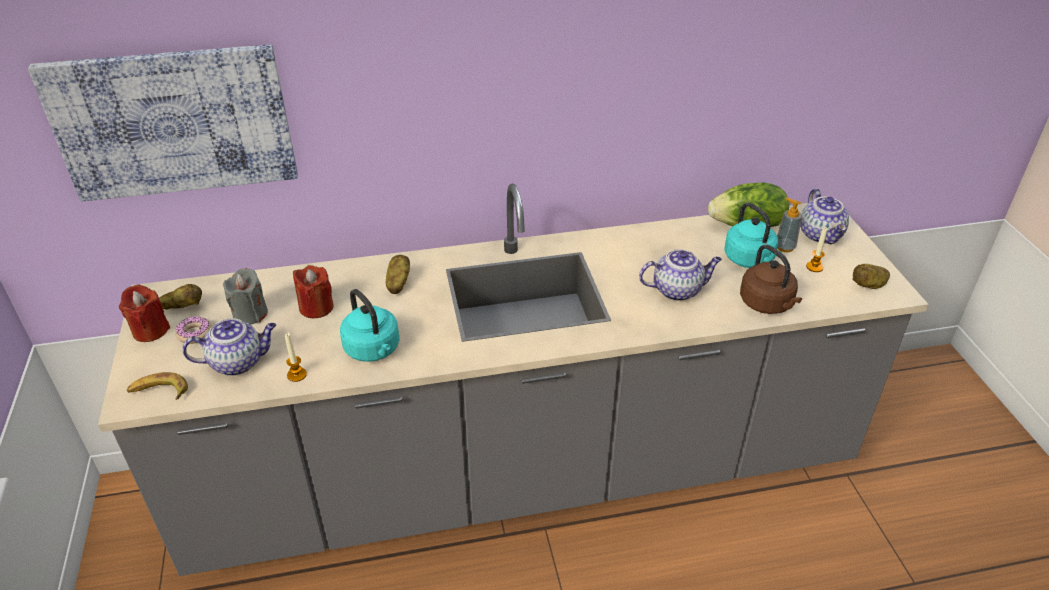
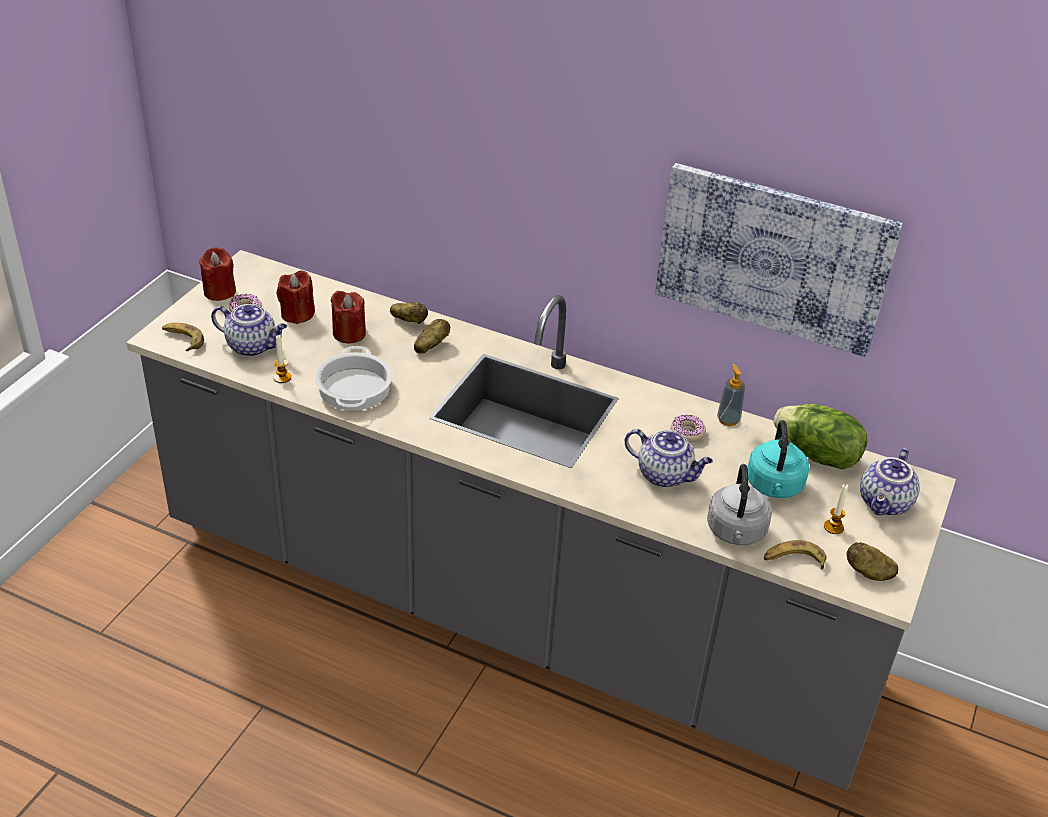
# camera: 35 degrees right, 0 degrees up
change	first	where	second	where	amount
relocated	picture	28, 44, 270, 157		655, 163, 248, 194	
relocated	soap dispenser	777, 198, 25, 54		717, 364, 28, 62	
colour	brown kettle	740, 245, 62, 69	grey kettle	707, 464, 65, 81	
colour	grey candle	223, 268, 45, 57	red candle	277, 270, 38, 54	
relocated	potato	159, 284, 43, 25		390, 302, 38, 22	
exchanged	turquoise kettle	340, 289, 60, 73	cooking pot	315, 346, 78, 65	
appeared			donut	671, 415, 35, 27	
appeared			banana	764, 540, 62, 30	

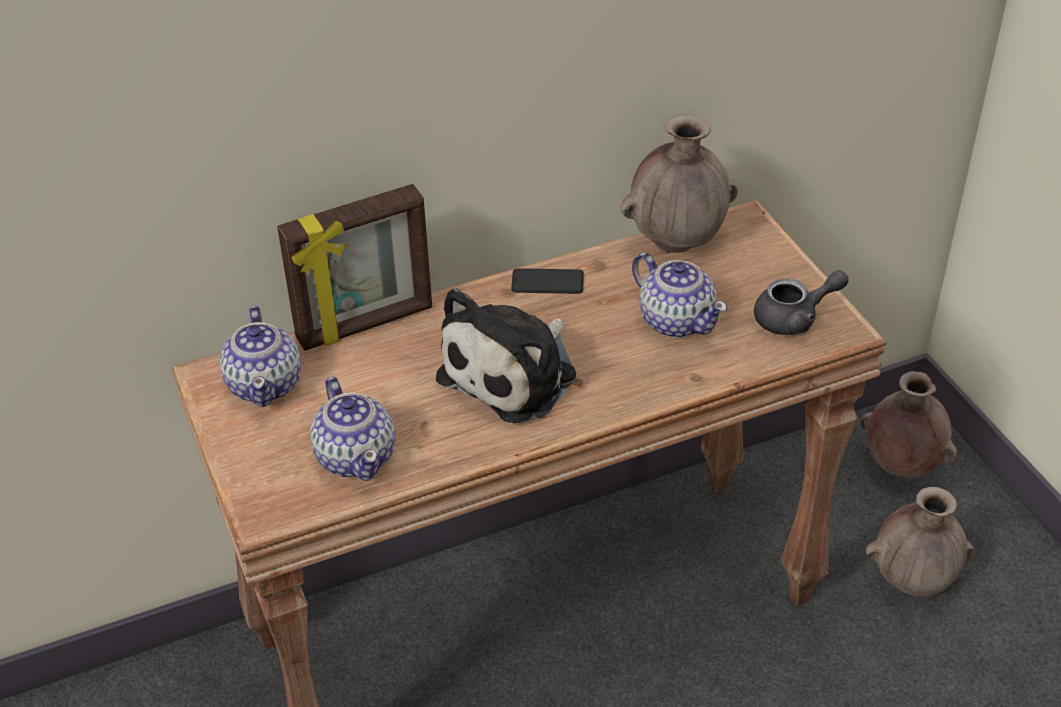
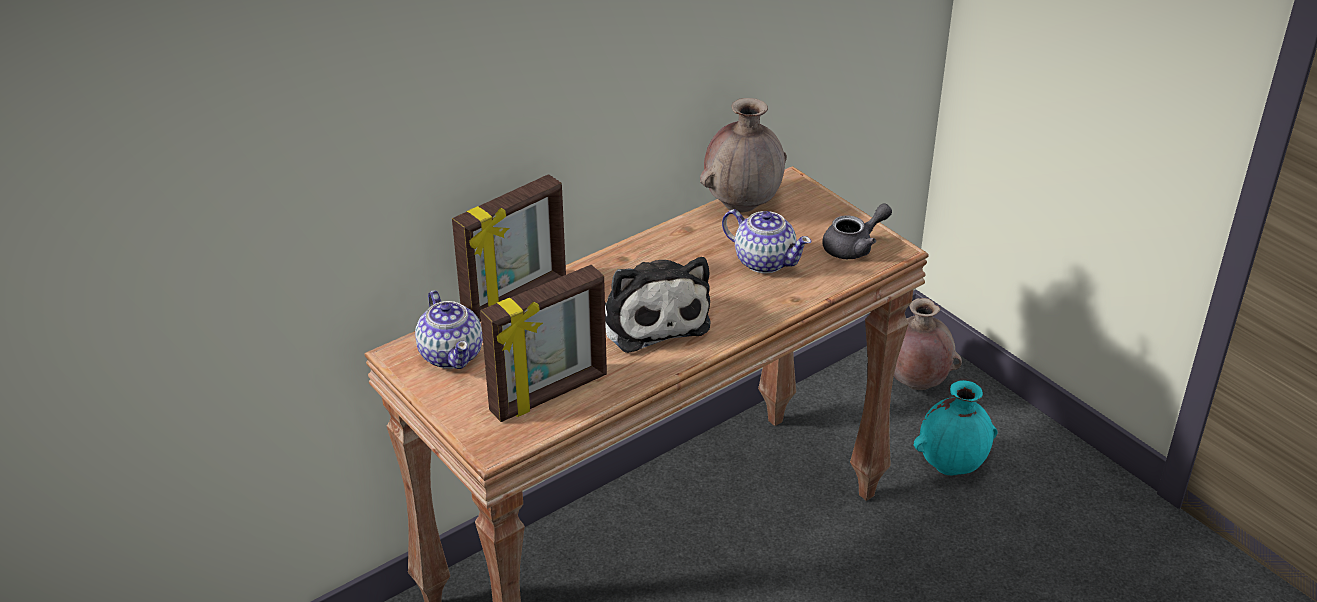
# camera: 15 degrees left, 5 degrees down
change	first	where	second	where	amount
missing	phone	511, 268, 73, 26			
spun	plush toy	436, 288, 140, 135		605, 257, 106, 96	45 degrees counterclockwise
exchanged	teapot	310, 377, 85, 104	picture frame	480, 265, 127, 157	
colour	brown vase	866, 487, 109, 110	turquoise vase	914, 380, 84, 95	

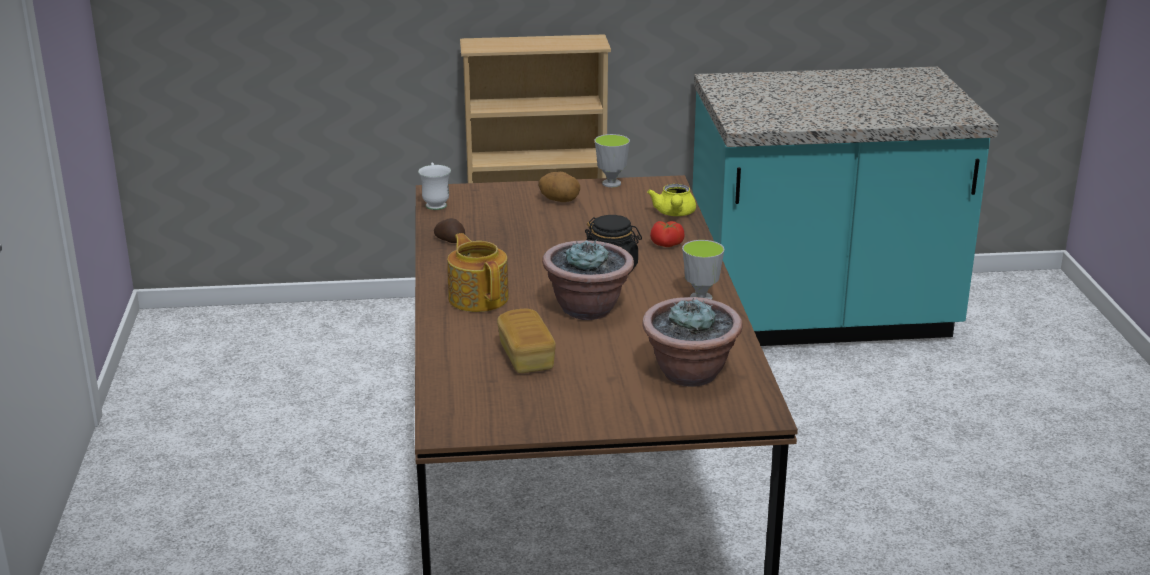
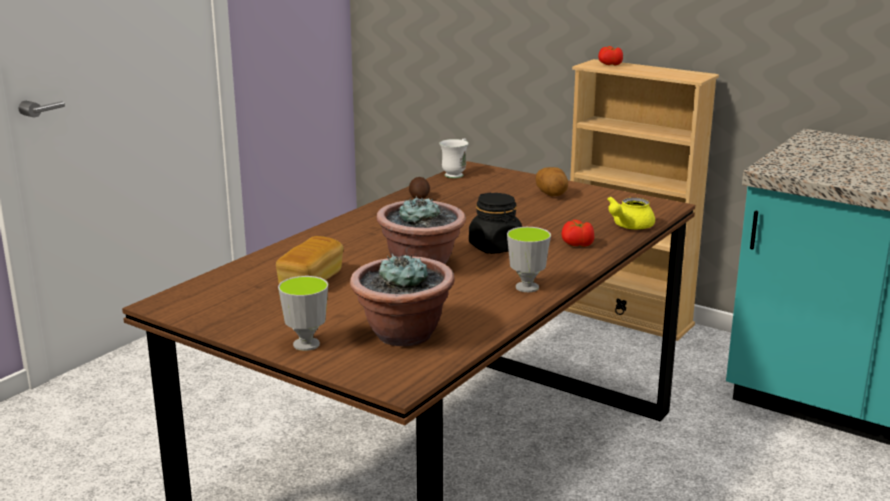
# camera: 40 degrees right, 5 degrees down
change	first	where	second	where	amount
relocated	cup	595, 134, 35, 53		278, 276, 50, 75	
missing	teapot	447, 233, 62, 79			
appeared			tomato	598, 46, 25, 19	

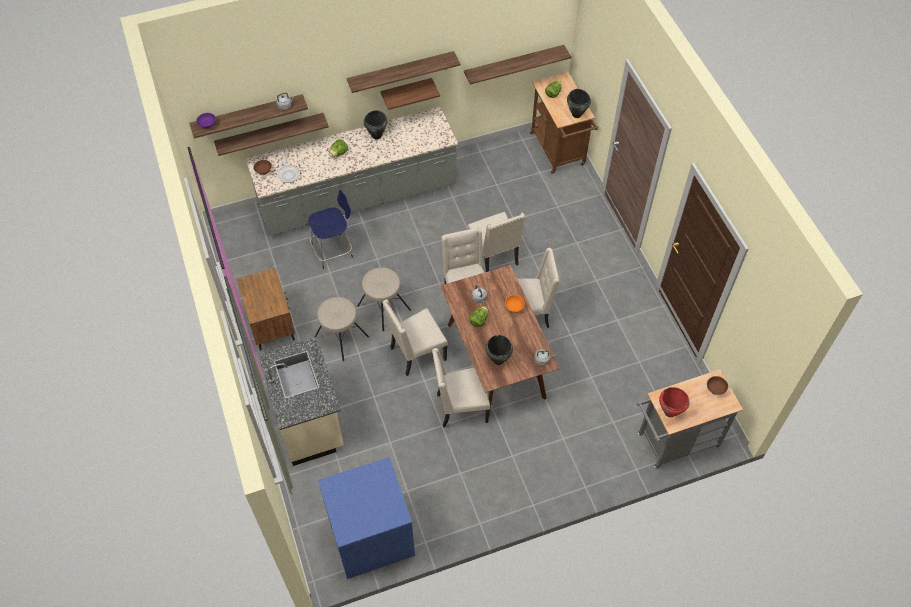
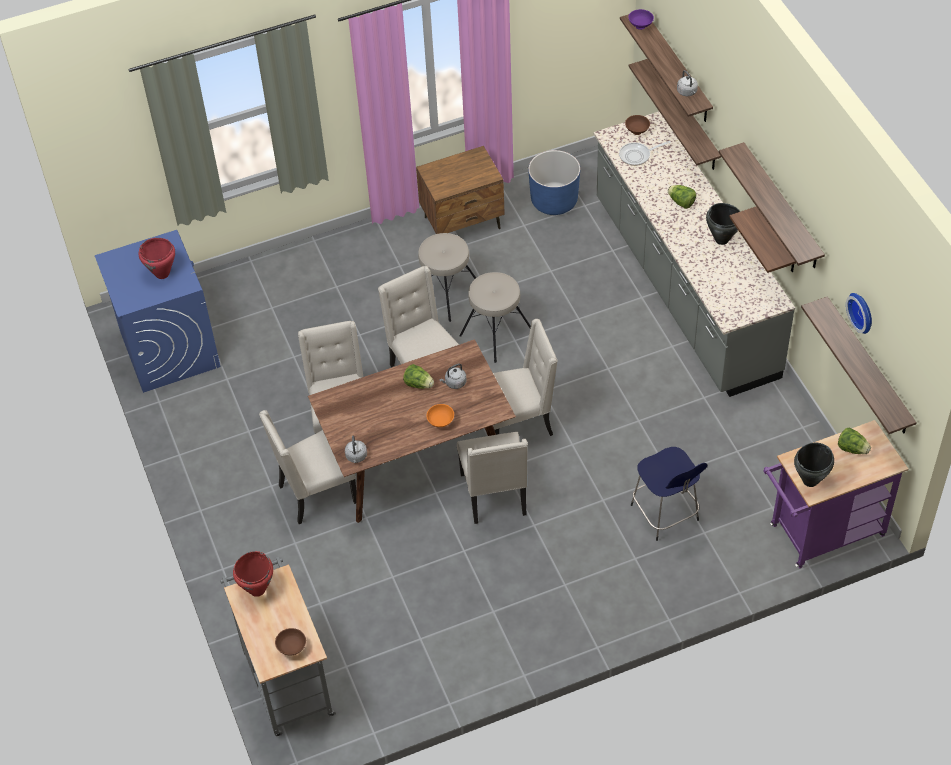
# camera: 90 degrees right, 5 degrees down
change	first	where	second	where	amount
colour	brown cart	530, 72, 68, 102	purple cart	763, 420, 145, 148	
relocated	blue stool	308, 190, 45, 79		631, 447, 76, 94	
relocated	beige chair	467, 212, 58, 60		259, 410, 97, 114	
missing	black cooking pot	486, 335, 27, 30			
missing	beige counter	258, 337, 86, 129			
appeared			blue planter	528, 150, 52, 65	
appeared			red cooking pot	139, 238, 36, 41	
appeared			wall clock	846, 293, 26, 41	

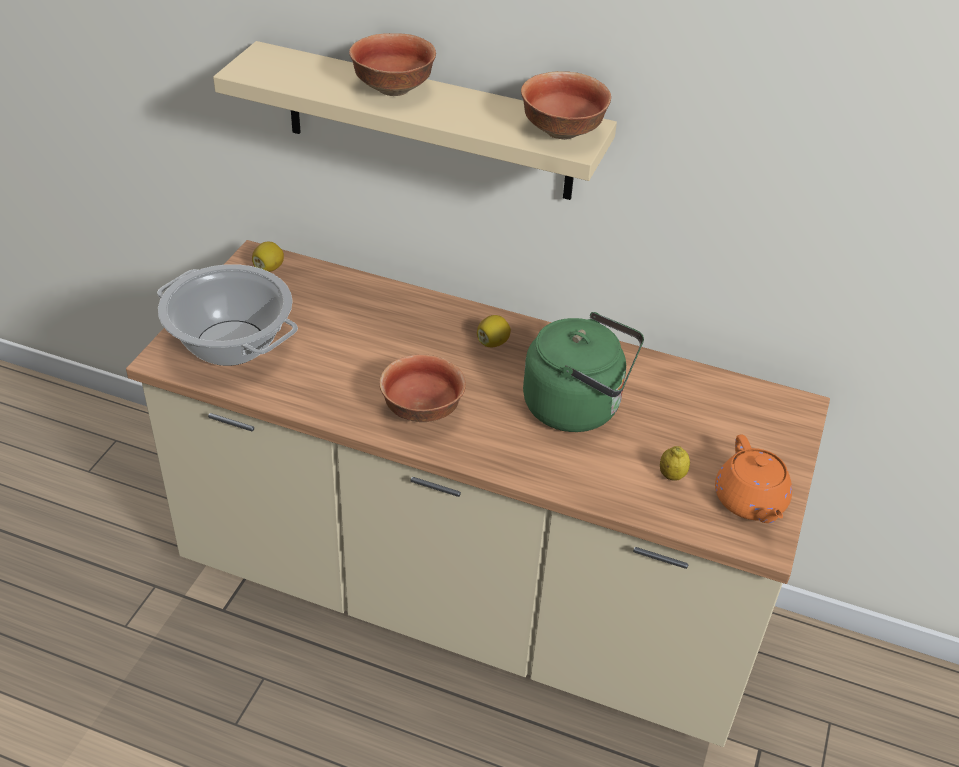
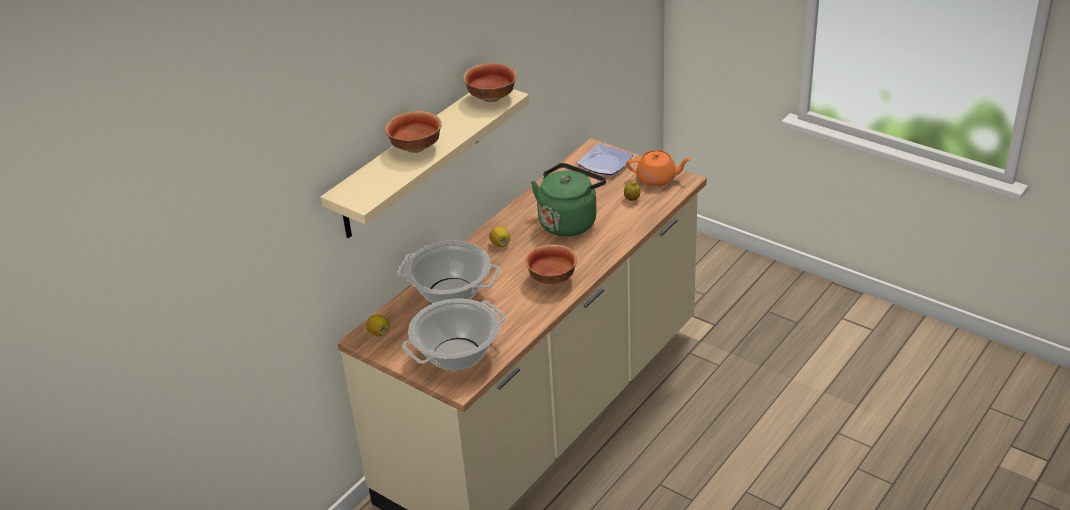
# camera: 70 degrees left, 5 degrees down
change	first	where	second	where	amount
appeared			plate	577, 143, 56, 32	
appeared			cooking pot	397, 241, 103, 62	

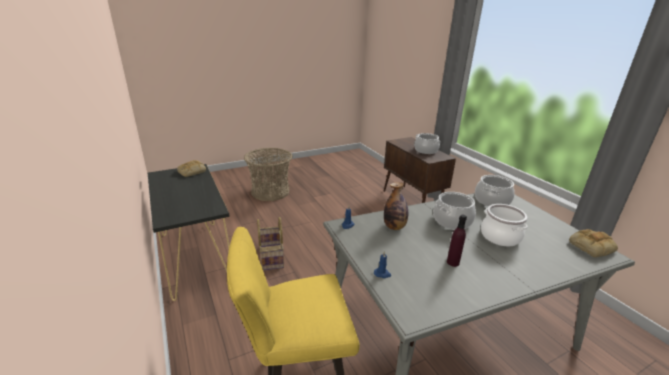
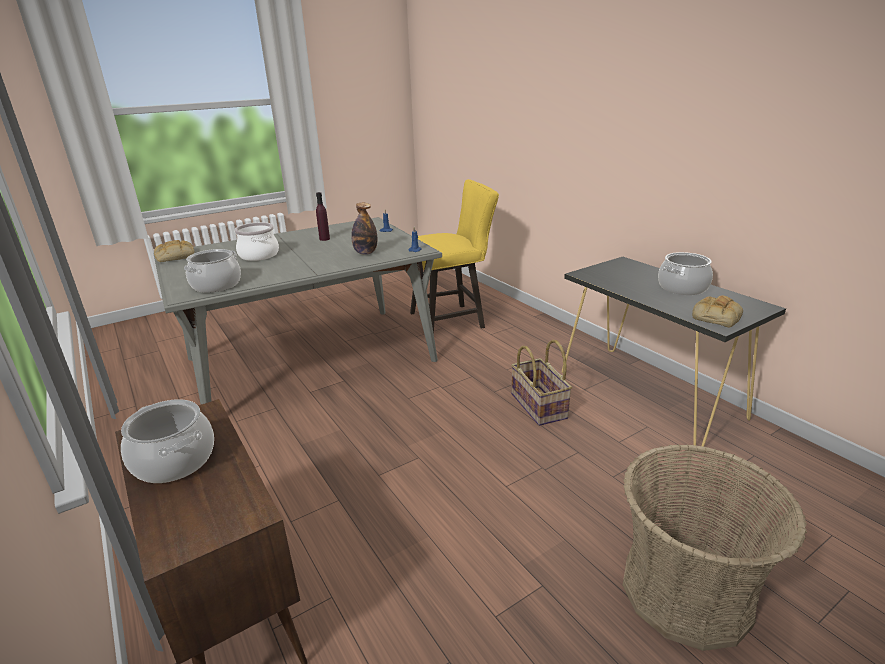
# camera: 175 degrees right, 0 degrees up
change	first	where	second	where	amount
relocated	cooking pot	433, 192, 43, 38		658, 252, 55, 43	

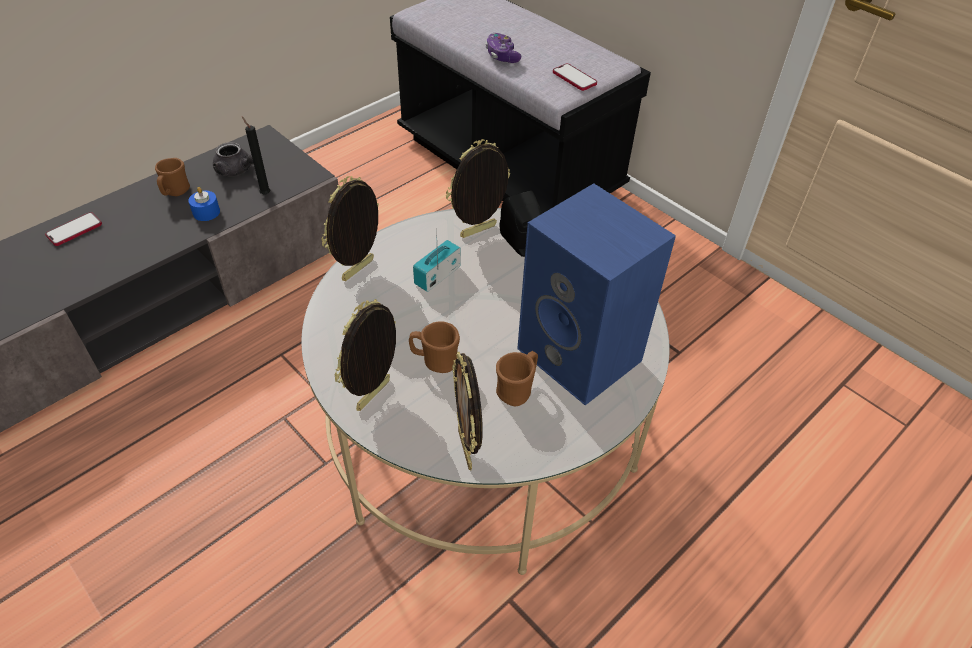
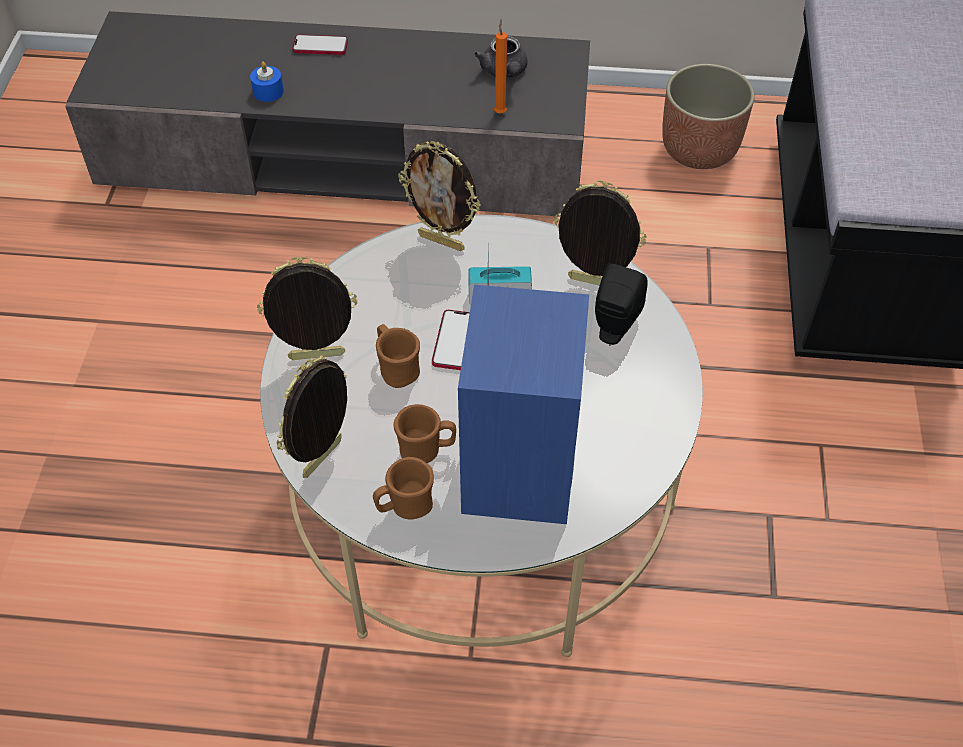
# camera: 50 degrees right, 5 degrees up
change	first	where	second	where	amount
missing	game controller	486, 33, 35, 30			
relocated	phone	553, 64, 44, 27		432, 310, 38, 60	
colour	black candle	242, 116, 28, 79	orange candle	494, 19, 13, 95	
relocated	brown mug	155, 158, 35, 38		373, 457, 61, 62	
spun	picture frame	321, 176, 58, 105		398, 141, 82, 110	150 degrees counterclockwise
relocated	blue candle	188, 187, 32, 34		250, 62, 34, 40	
appeared			planter	662, 64, 93, 105	

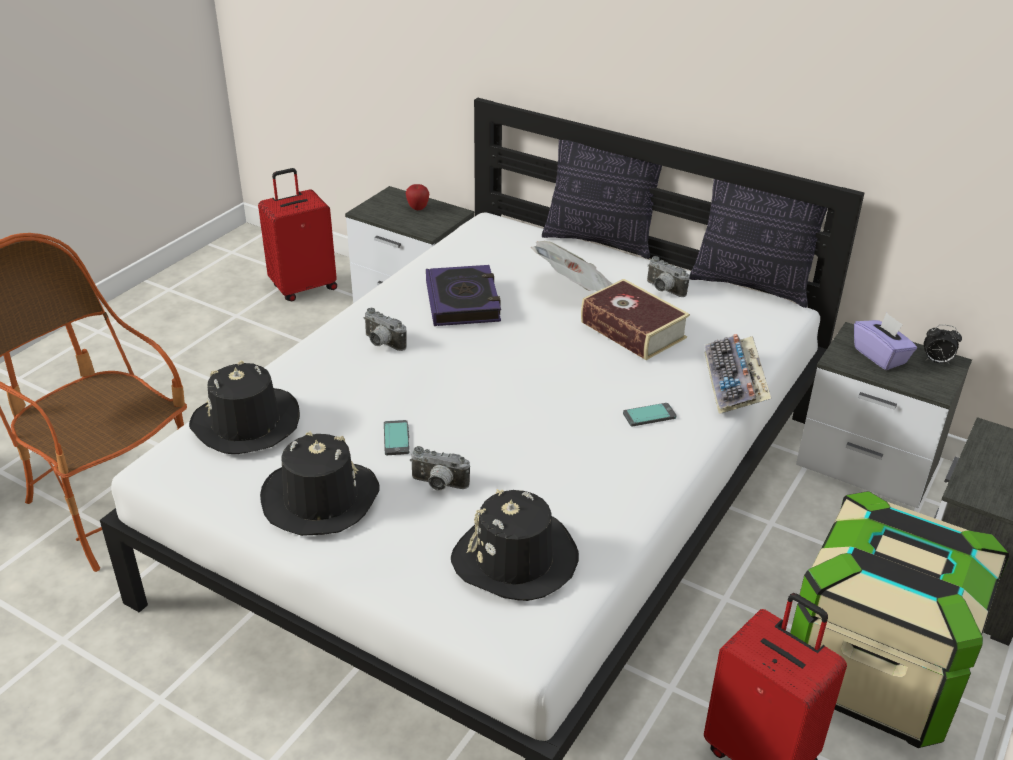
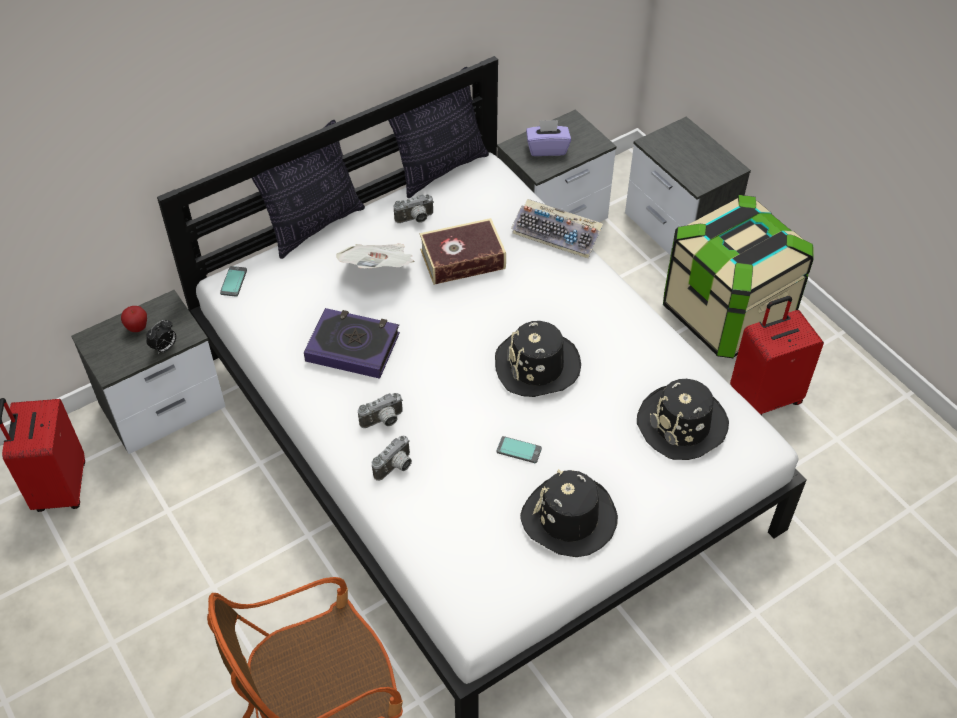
# camera: 65 degrees left, 15 degrees up
change	first	where	second	where	amount
relocated	alarm clock	924, 325, 38, 39		146, 320, 30, 35	
relocated	black hat	189, 360, 111, 94		495, 321, 86, 76	
relocated	phone	623, 403, 53, 23		220, 266, 27, 31	
relocated	photo camera	410, 446, 60, 45		372, 436, 40, 45	

